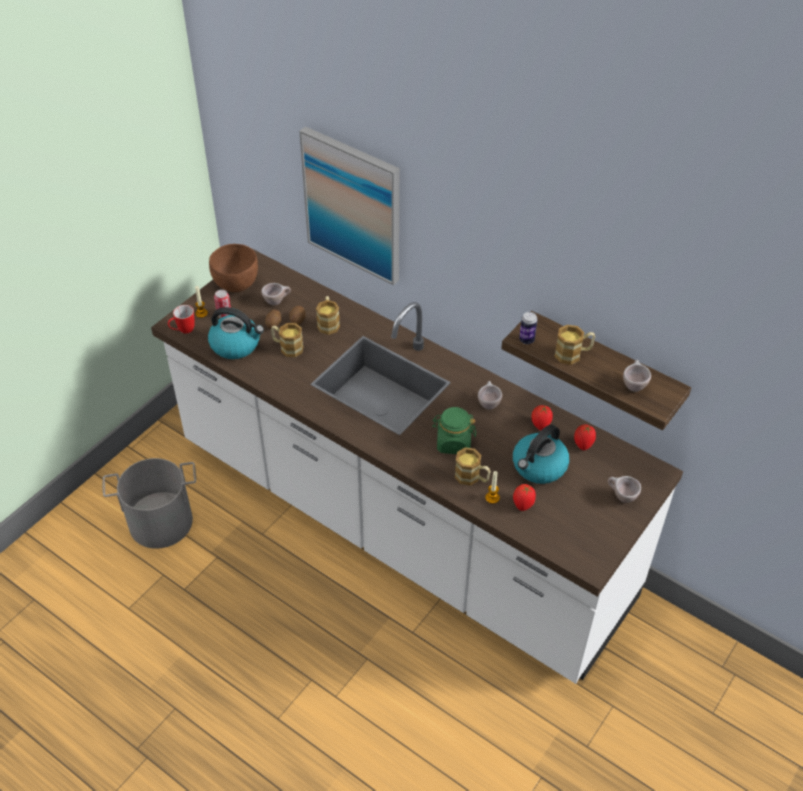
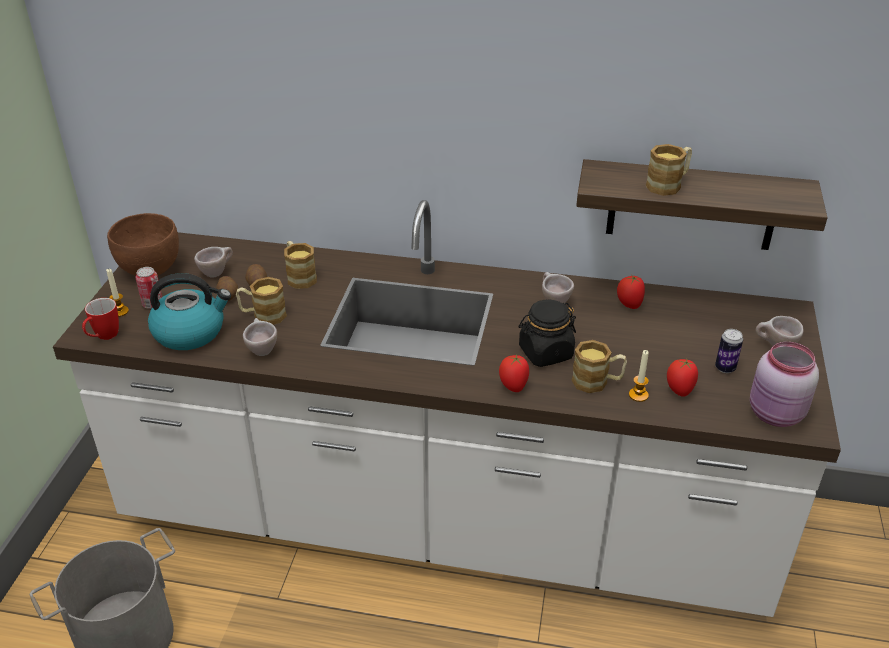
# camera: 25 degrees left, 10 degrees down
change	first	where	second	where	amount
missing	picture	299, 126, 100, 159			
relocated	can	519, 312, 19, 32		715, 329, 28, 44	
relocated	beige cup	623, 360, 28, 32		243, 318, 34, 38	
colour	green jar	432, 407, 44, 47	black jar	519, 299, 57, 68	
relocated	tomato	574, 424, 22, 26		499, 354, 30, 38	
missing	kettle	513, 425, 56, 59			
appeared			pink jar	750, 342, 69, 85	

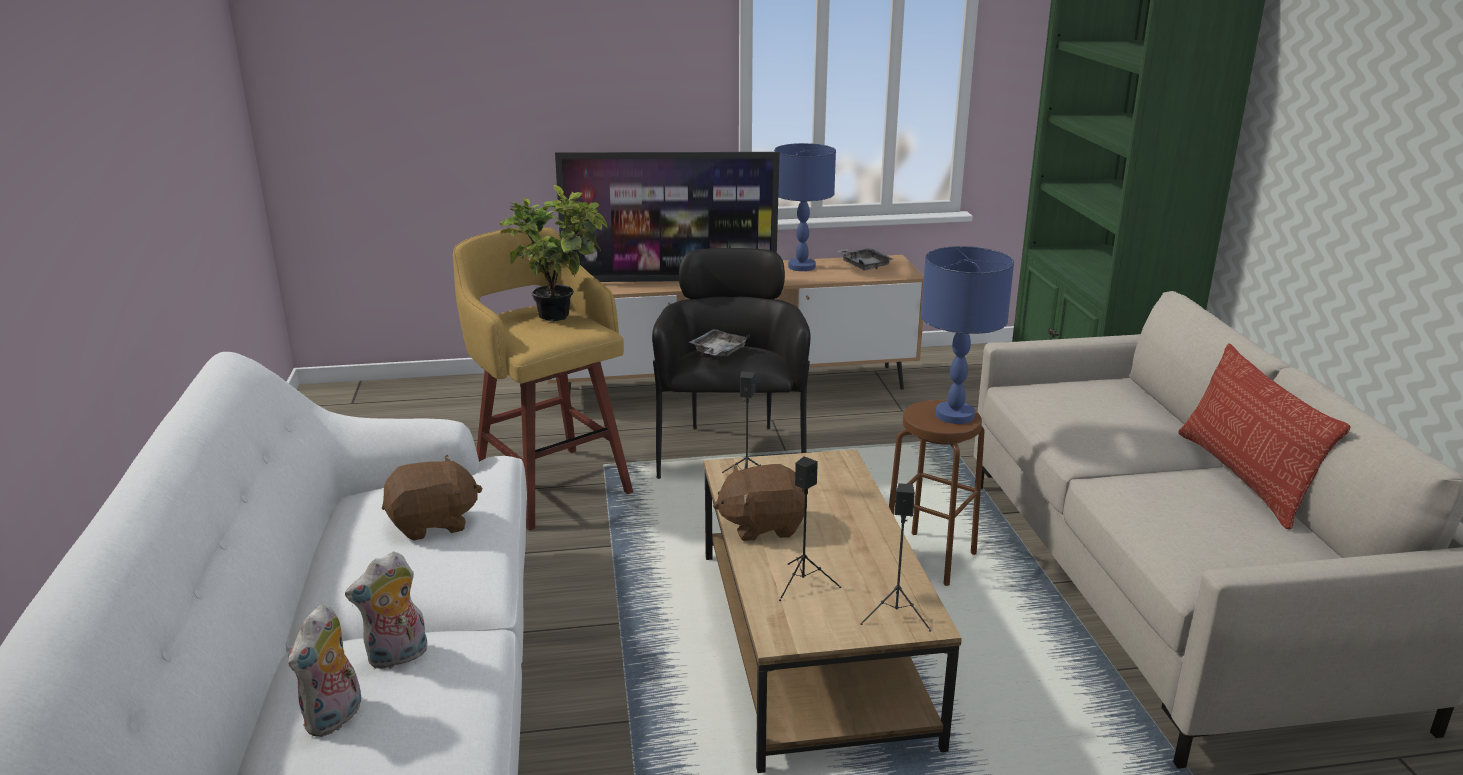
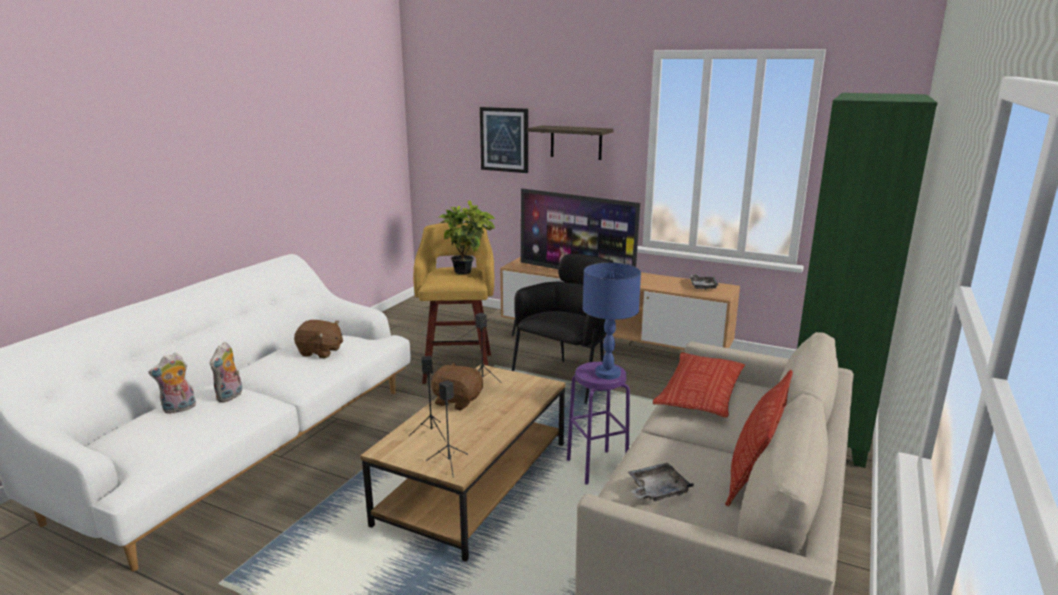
# camera: 35 degrees right, 5 degrees down
change	first	where	second	where	amount
missing	blue table lamp	774, 143, 62, 128			
relocated	grey tray	689, 329, 61, 28		628, 462, 66, 39	
colour	brown stool	889, 400, 95, 186	purple stool	567, 362, 63, 123	
spun	plush toy	345, 551, 82, 119		210, 342, 32, 60	75 degrees counterclockwise
appeared			picture	480, 107, 48, 66	
appeared			shelf	528, 125, 86, 35	
appeared			pillow	653, 352, 92, 65	

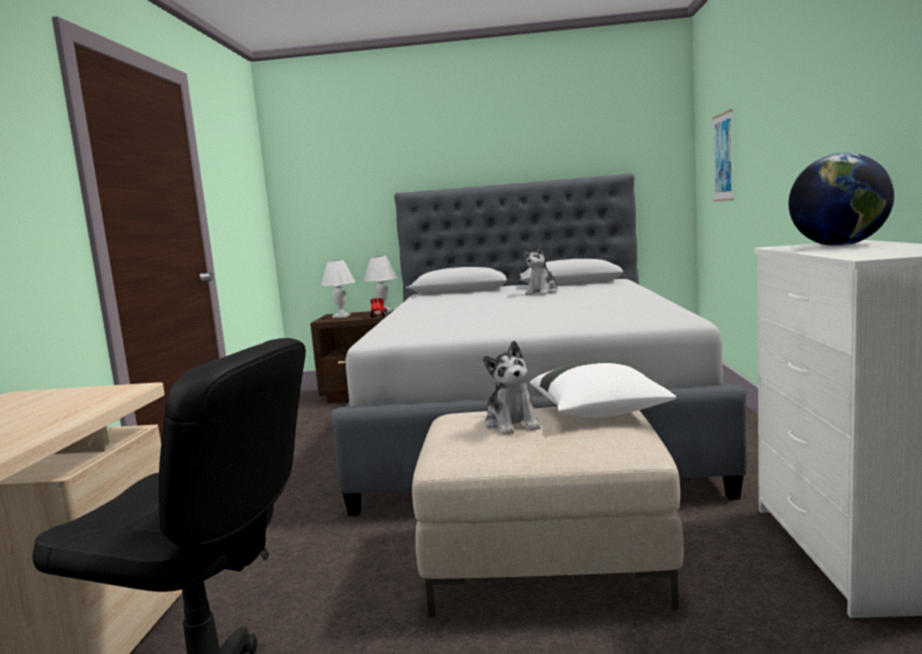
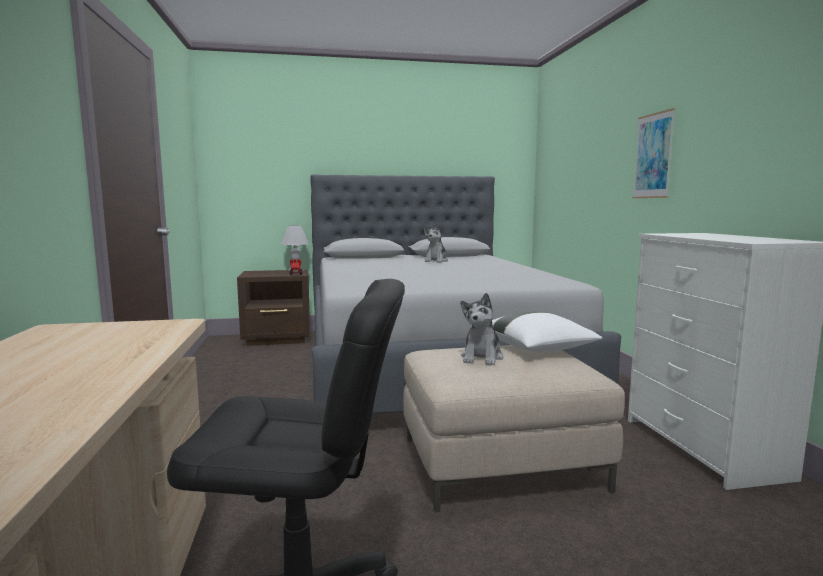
# camera: 15 degrees left, 0 degrees up
change	first	where	second	where	amount
relocated	picture	712, 109, 22, 92		632, 108, 43, 90	
missing	globe	789, 153, 105, 93			
missing	white table lamp	321, 260, 34, 58			
spun	plush toy	483, 341, 58, 94		460, 293, 43, 72	45 degrees clockwise

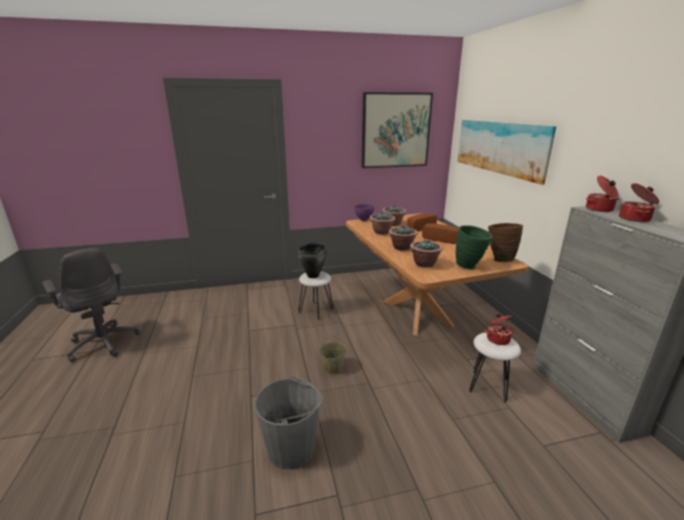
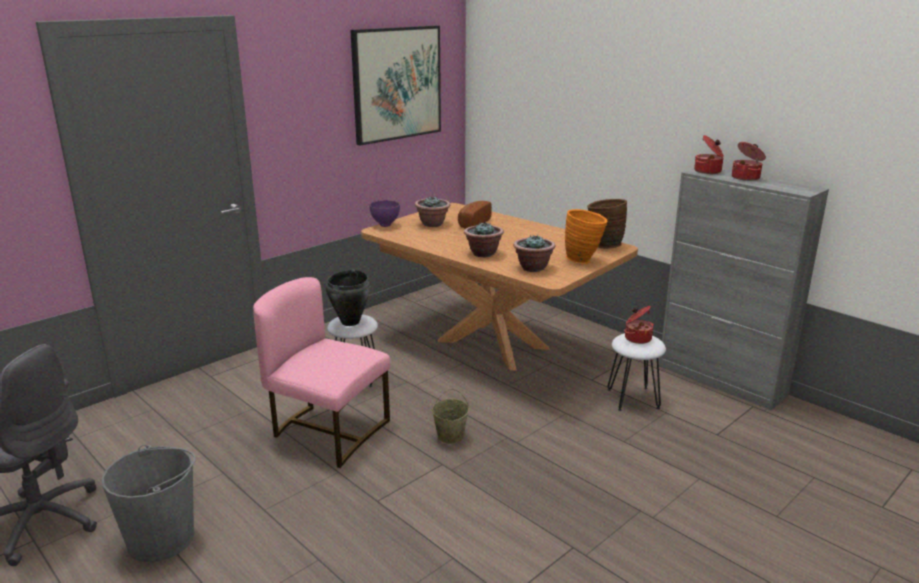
# camera: 30 degrees left, 0 degrees up
change	first	where	second	where	amount
missing	picture	457, 120, 99, 65			
missing	potted plant	370, 212, 25, 22			
missing	bread	422, 223, 37, 21			
colour	green vase	456, 225, 37, 45	orange vase	565, 209, 42, 55	
relocated	grey bucket	254, 376, 69, 93		101, 445, 95, 117	
appeared			pink chair	253, 277, 137, 191	

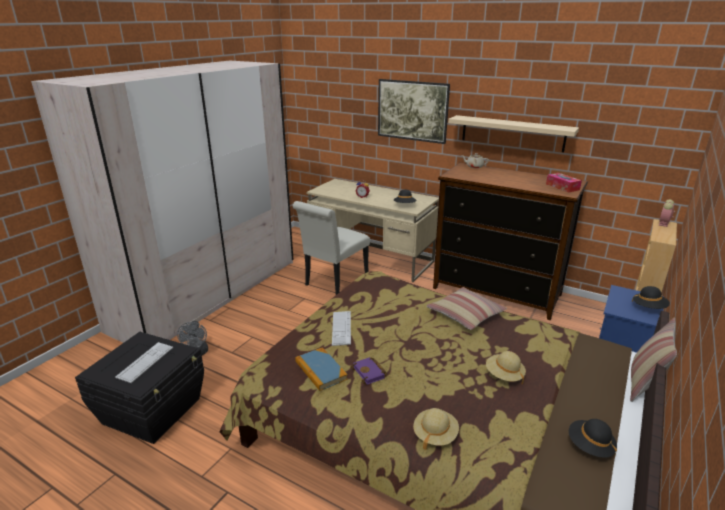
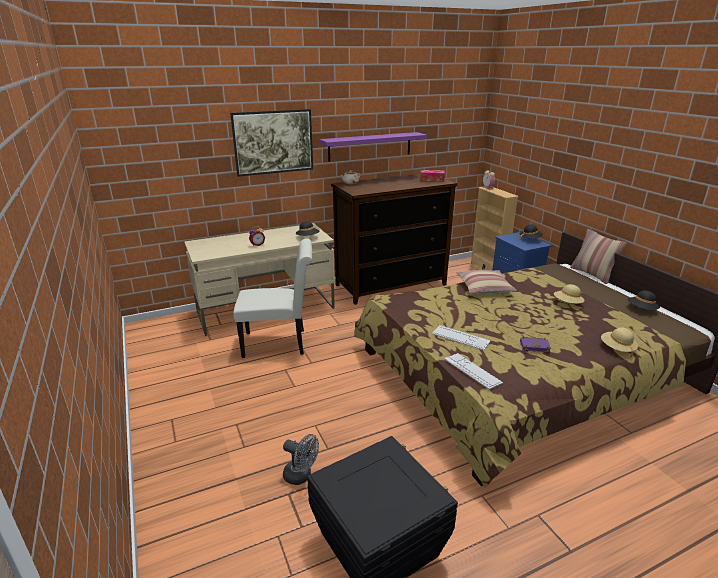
# camera: 55 degrees left, 0 degrees up
change	first	where	second	where	amount
missing	beige wardrobe	31, 61, 262, 282			
colour	beige shelf	448, 115, 131, 37	purple shelf	320, 132, 107, 30	
spun	white chair	293, 201, 77, 94		233, 239, 79, 119	75 degrees counterclockwise
relocated	keyboard	115, 342, 58, 41		444, 353, 59, 37	
missing	book	295, 347, 53, 44			

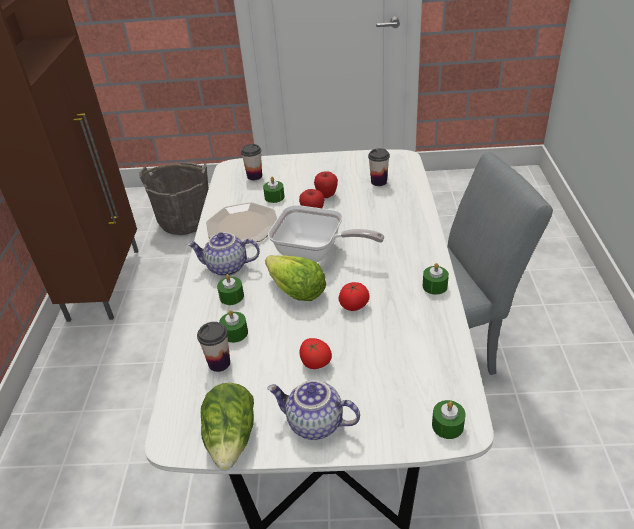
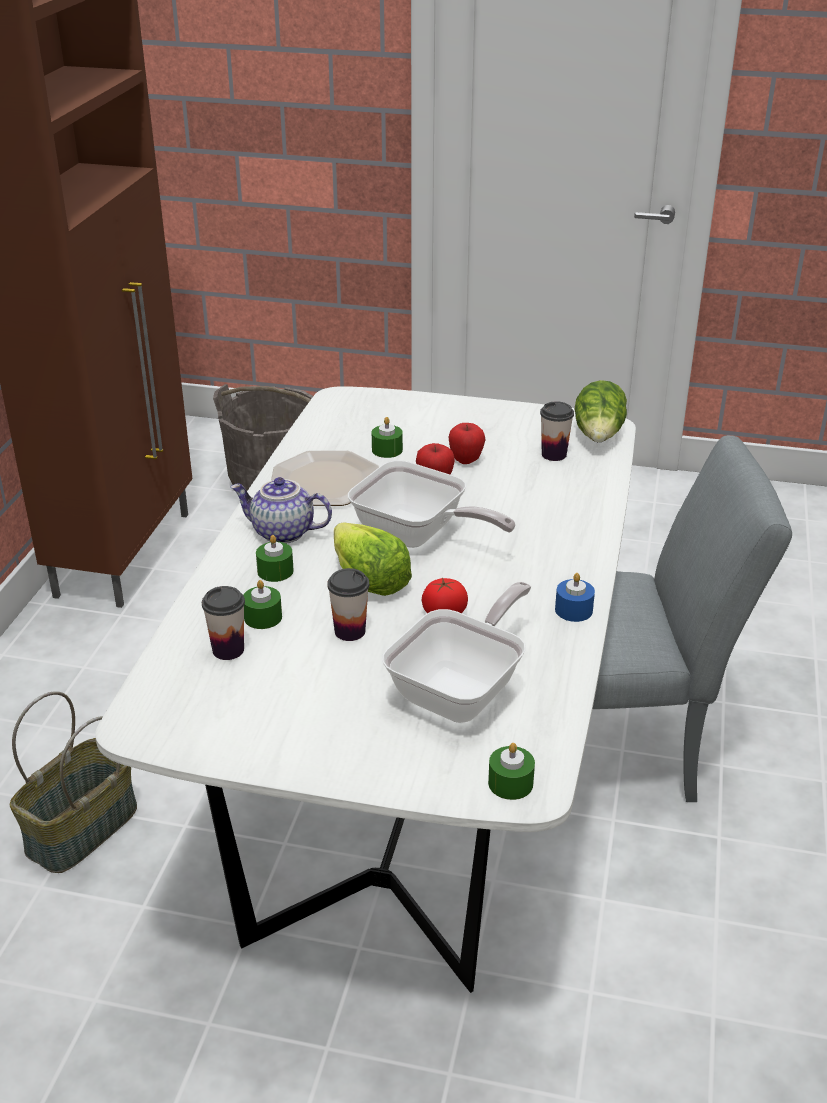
# camera: 10 degrees right, 5 degrees down
change	first	where	second	where	amount
relocated	cup	241, 144, 21, 36		327, 568, 42, 73	
colour	green candle	423, 263, 26, 32	blue candle	555, 573, 40, 49	
missing	tomato	299, 338, 33, 31			
missing	teapot	267, 380, 93, 60			
relocated	lettuce	201, 383, 53, 87		574, 380, 53, 62	
appeared			frying pan	382, 582, 149, 141	
appeared			basket	10, 691, 127, 182	

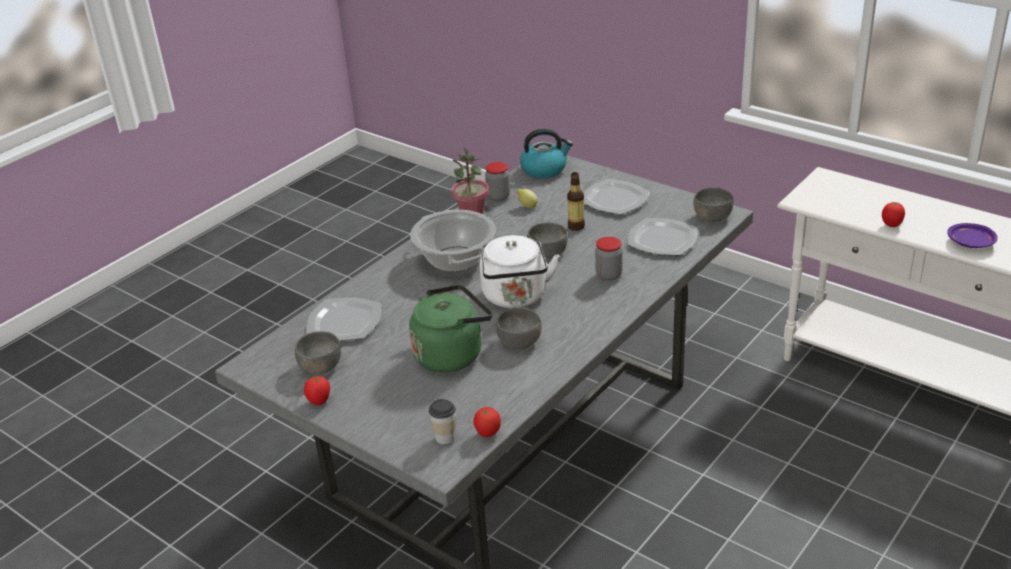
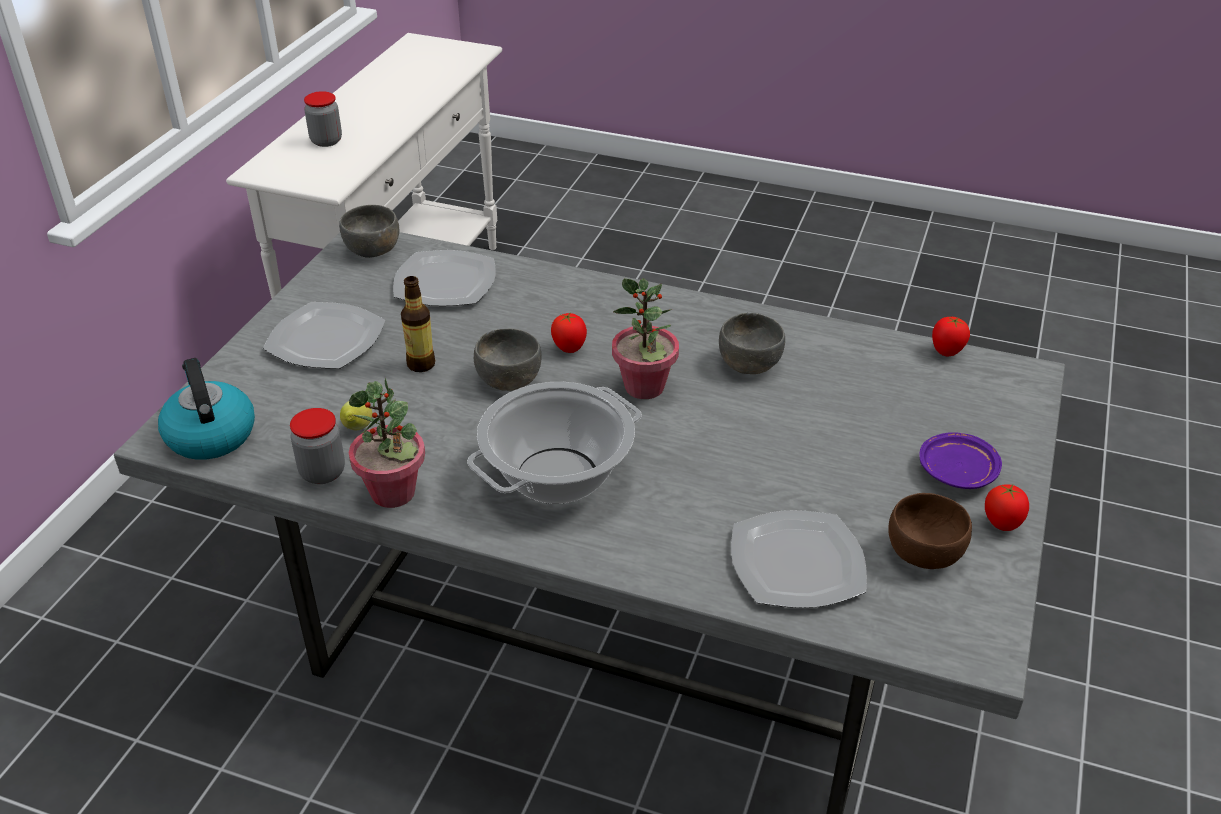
# camera: 110 degrees left, 5 degrees up
change	first	where	second	where	amount
relocated	tomato	882, 202, 23, 25		551, 312, 36, 41	
relocated	purple plate	947, 223, 51, 25		920, 432, 82, 57	
exchanged	white kettle	480, 235, 79, 73	potted plant	612, 278, 67, 121	
relocated	jar	595, 237, 27, 44		304, 91, 38, 56	
missing	green kettle	409, 284, 83, 88			
colour	grey bowl	295, 331, 46, 43	brown bowl	888, 493, 84, 76	
missing	cup	429, 399, 26, 45			

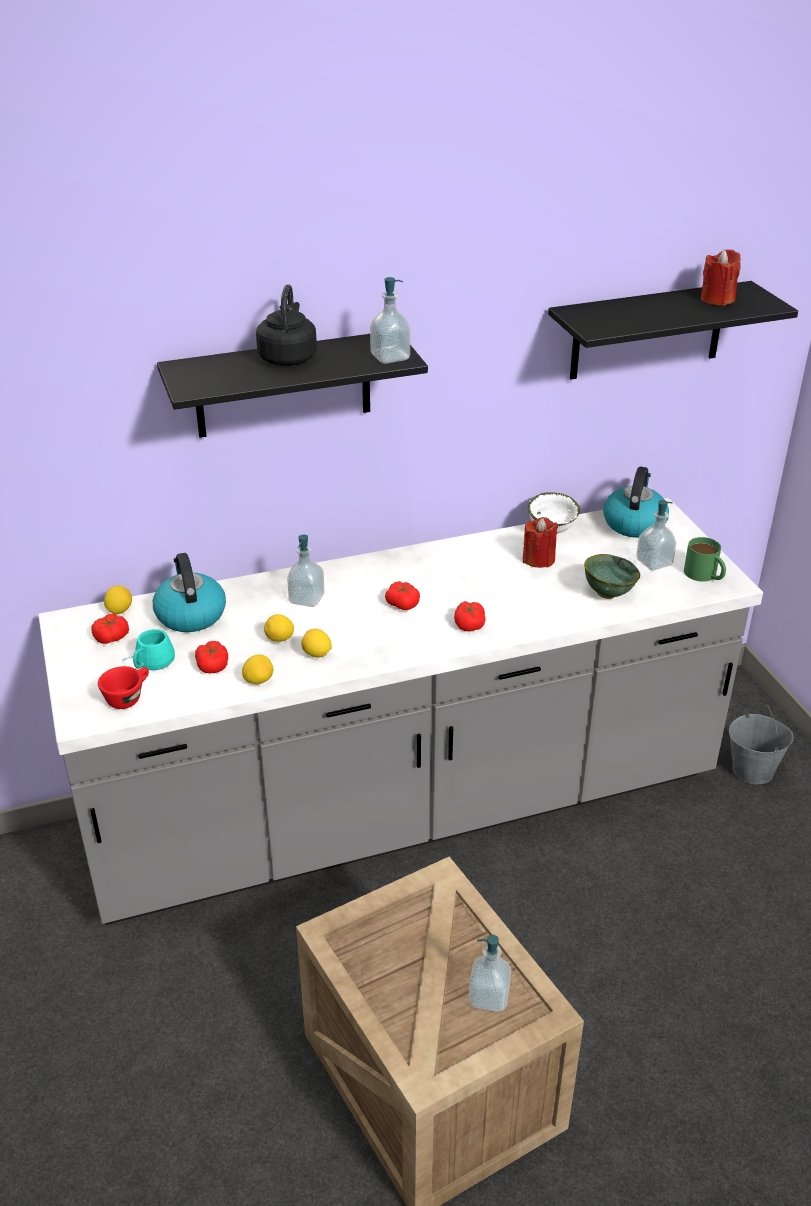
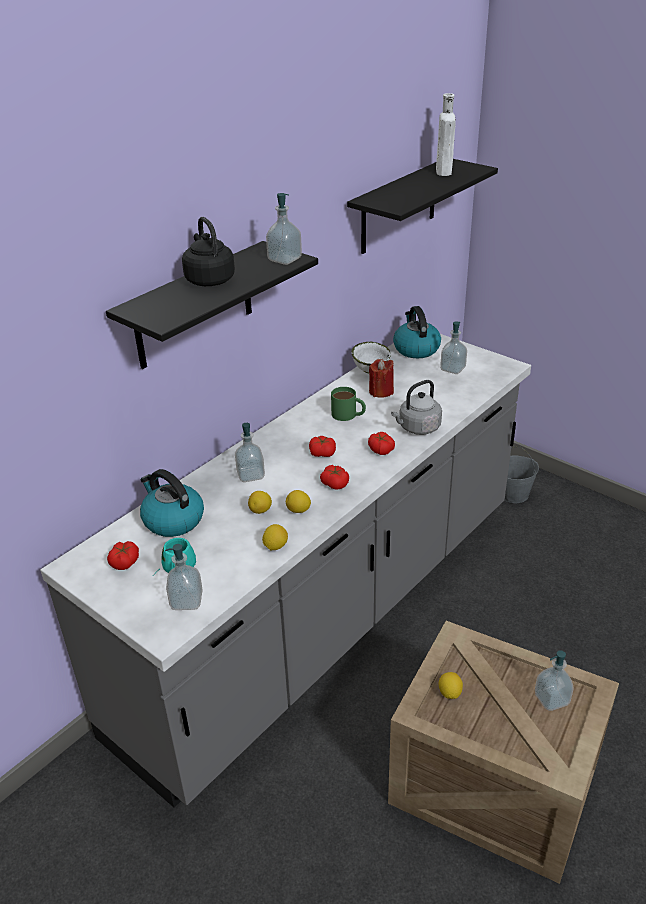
# camera: 30 degrees left, 0 degrees up
change	first	where	second	where	amount
exchanged	red candle	701, 249, 40, 57	white bottle	436, 93, 20, 83	
relocated	green mug	684, 537, 42, 45		331, 387, 35, 34	
missing	green bowl	584, 554, 56, 45			
relocated	lemon	104, 585, 28, 29		439, 672, 24, 27	
relocated	tomato	195, 641, 33, 32		320, 465, 29, 25	
exchanged	red cup	98, 666, 51, 43	soap dispenser	165, 544, 38, 66	
appeared			grey kettle	391, 380, 51, 55	

